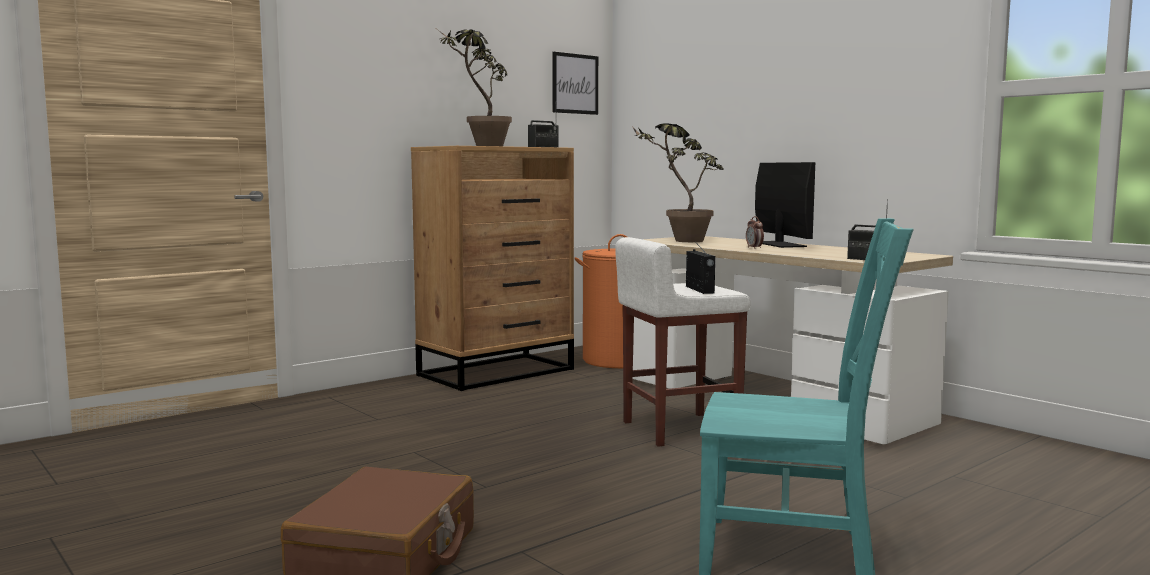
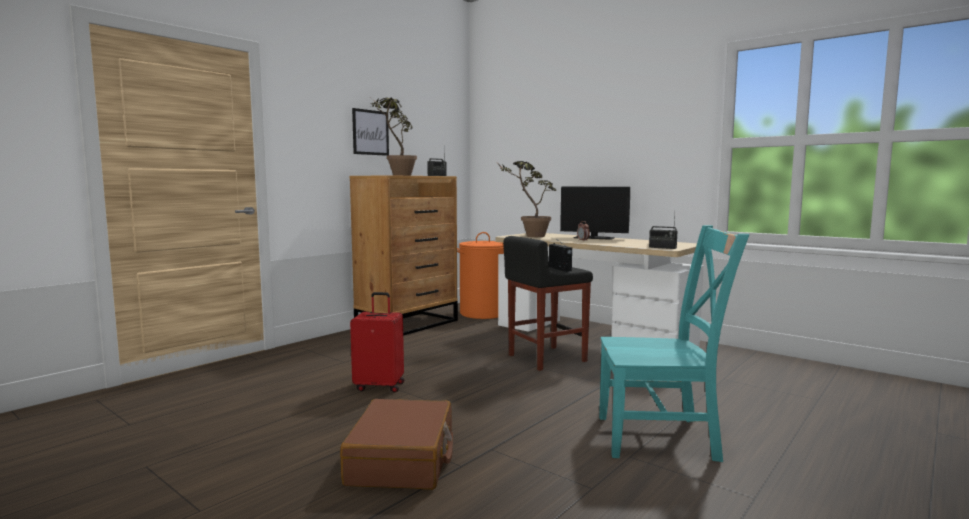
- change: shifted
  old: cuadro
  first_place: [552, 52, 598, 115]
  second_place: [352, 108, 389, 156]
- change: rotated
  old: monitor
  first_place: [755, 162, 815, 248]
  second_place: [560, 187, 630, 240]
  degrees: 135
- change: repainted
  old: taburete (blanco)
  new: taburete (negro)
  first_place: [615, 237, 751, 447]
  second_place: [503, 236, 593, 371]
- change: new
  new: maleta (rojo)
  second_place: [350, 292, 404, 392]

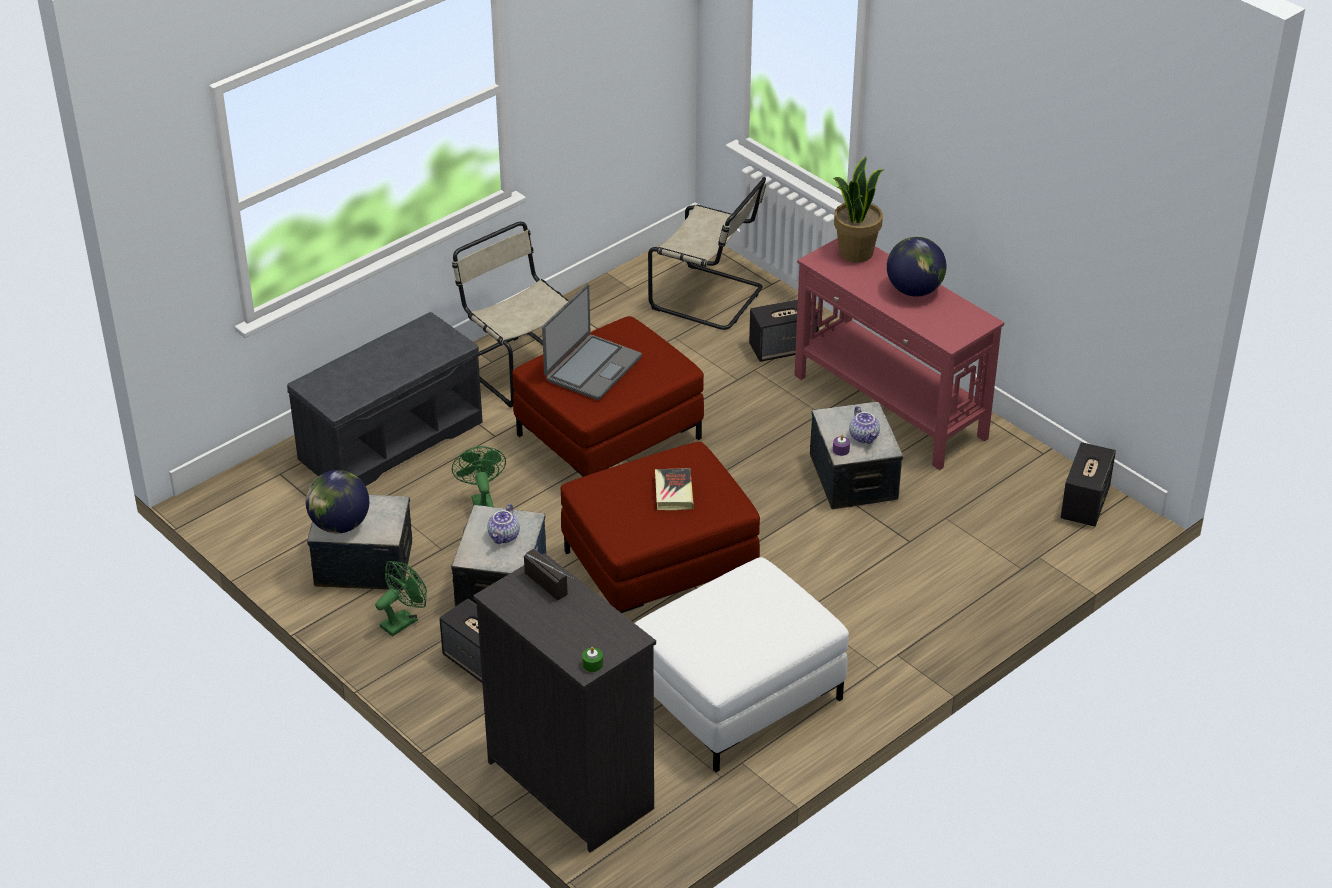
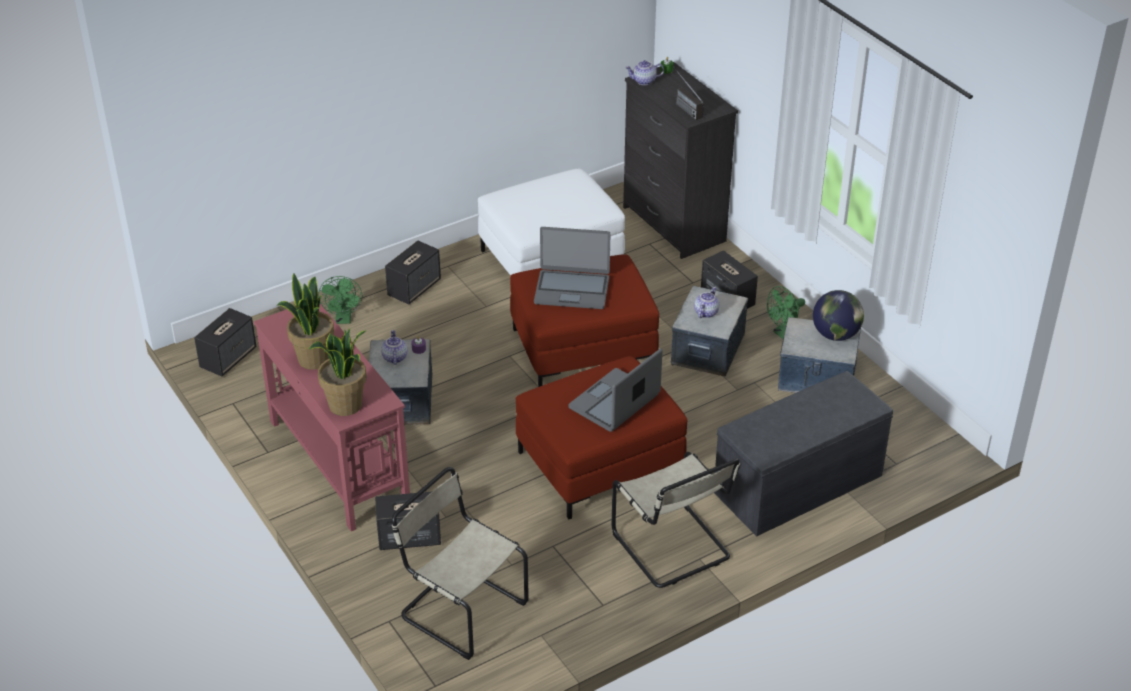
- change: swapped
  old: globo terráqueo
  new: planta en maceta
  first_place: [887, 237, 946, 297]
  second_place: [277, 273, 334, 370]
- change: shifted
  old: ventilador (verde)
  first_place: [452, 446, 506, 507]
  second_place: [318, 276, 362, 324]
- change: swapped
  old: libro
  new: portátil
  first_place: [655, 468, 694, 510]
  second_place: [534, 227, 610, 309]
- change: new
  new: tetera
  second_place: [625, 60, 664, 85]
- change: new
  new: altavoz
  second_place: [385, 241, 441, 305]

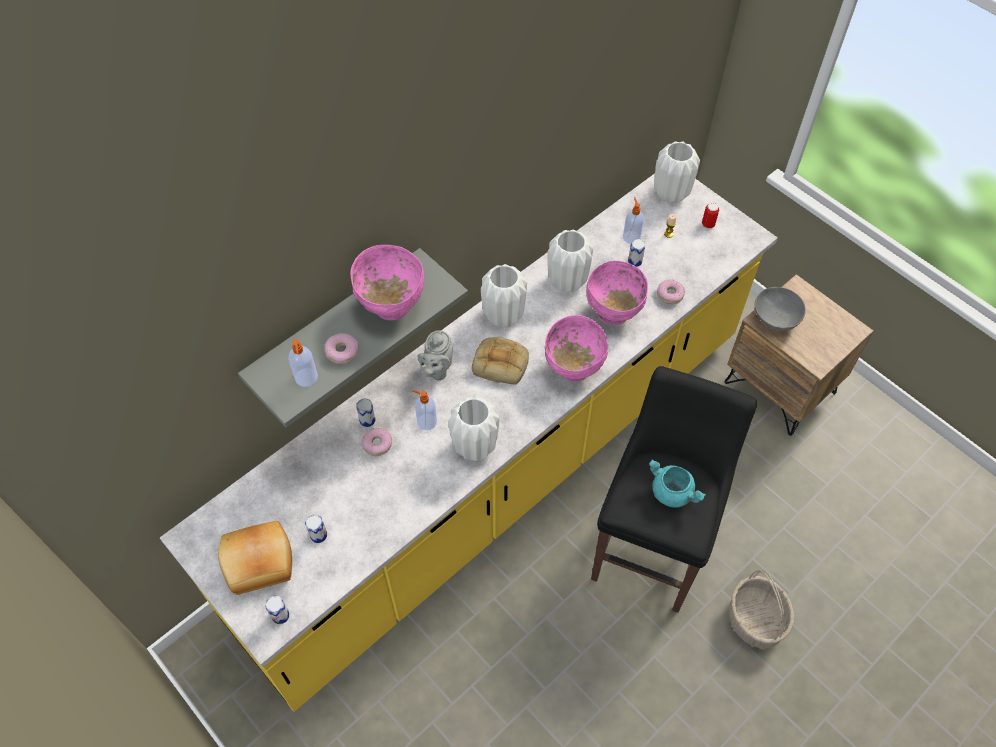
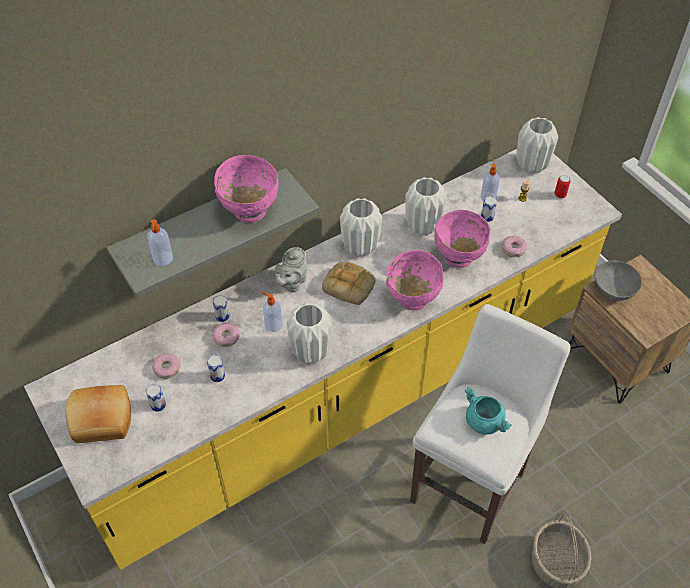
- change: shifted
  old: rosquilla
  first_place: [325, 333, 359, 364]
  second_place: [152, 353, 180, 379]
- change: repainted
  old: taburete (negro)
  new: taburete (blanco)
  first_place: [591, 366, 757, 613]
  second_place: [410, 304, 571, 544]
- change: shifted
  old: lata
  first_place: [265, 596, 289, 624]
  second_place: [207, 355, 225, 382]

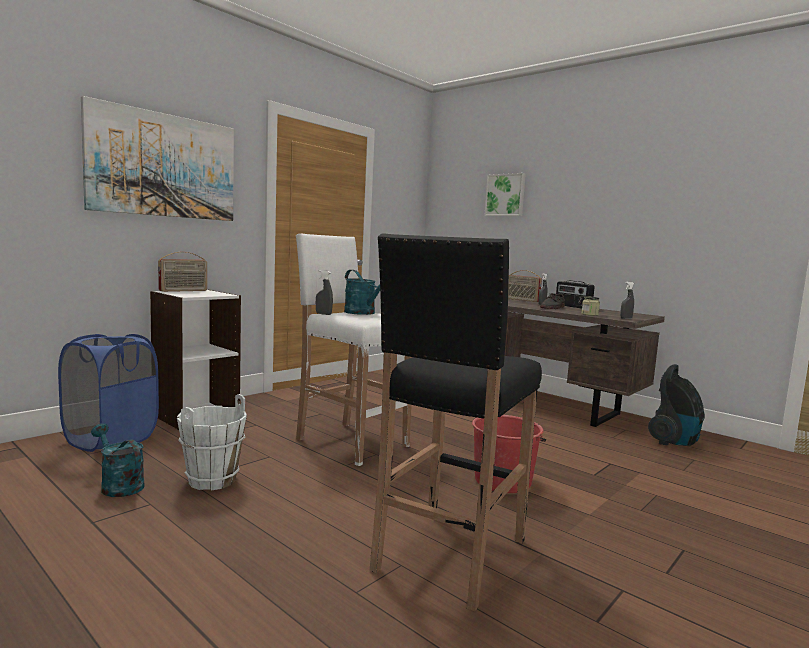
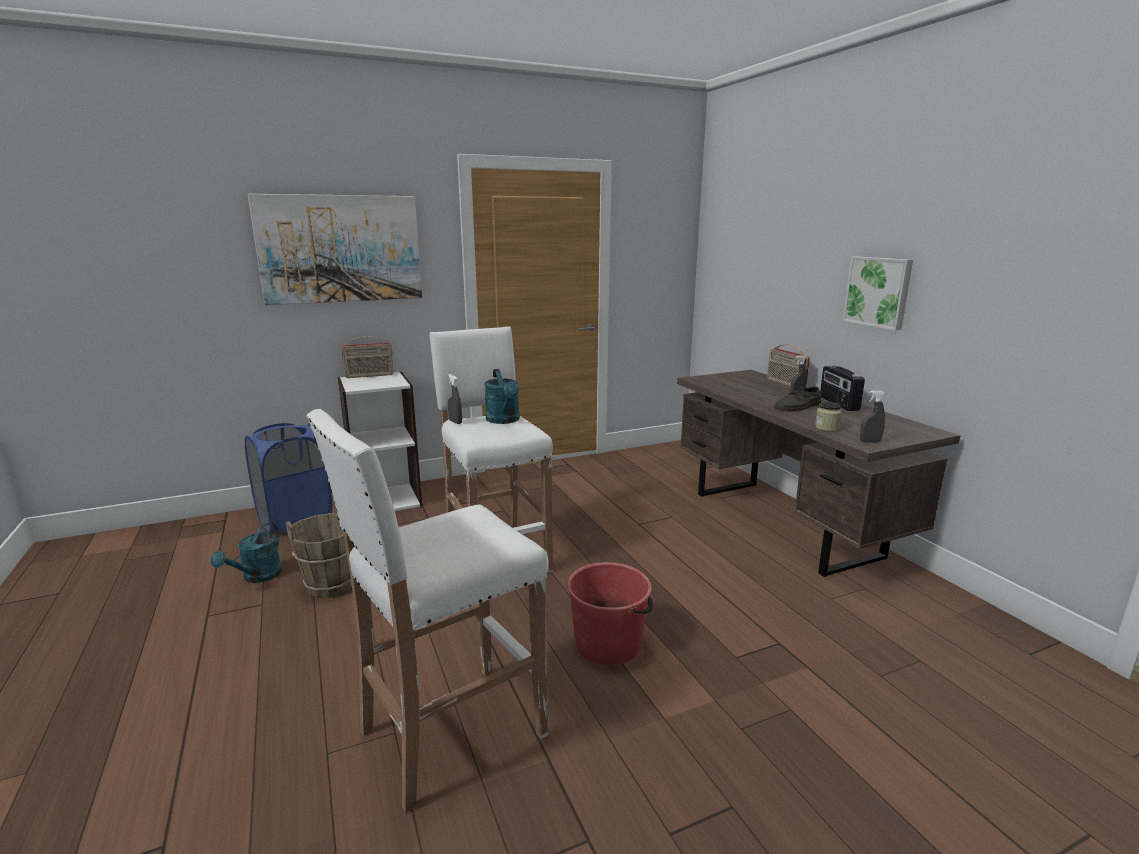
- change: shifted
  old: cuadro
  first_place: [485, 173, 526, 216]
  second_place: [842, 256, 913, 330]
- change: repainted
  old: taburete (negro)
  new: taburete (blanco)
  first_place: [369, 233, 542, 611]
  second_place: [306, 409, 549, 813]
- change: gone
  old: aspiradora
  first_place: [648, 364, 705, 446]
- change: repainted
  old: cubo (blanco)
  new: cubo (marrón)
  first_place: [177, 394, 247, 491]
  second_place: [286, 513, 352, 598]
- change: rotated
  old: regadera (turquesa)
  first_place: [91, 424, 145, 497]
  second_place: [211, 523, 282, 583]
  degrees: -135

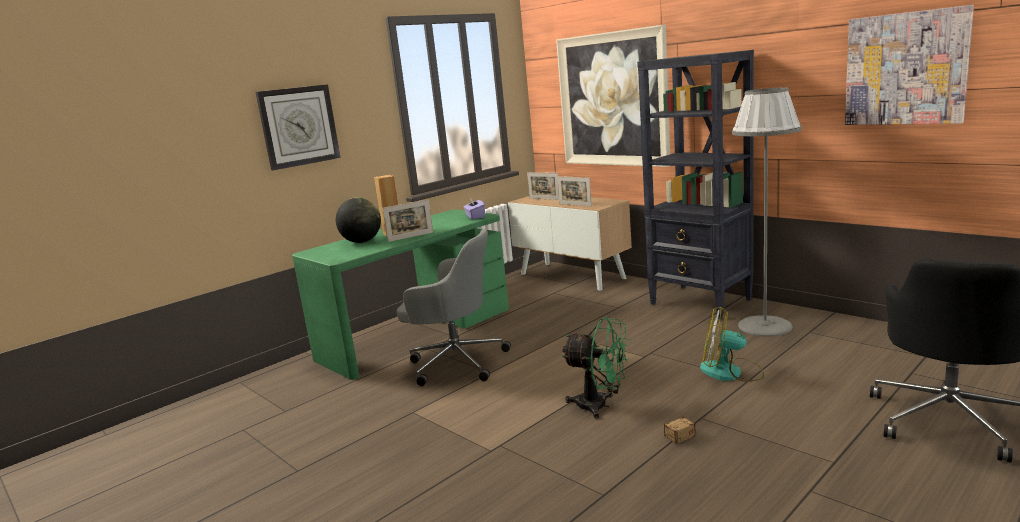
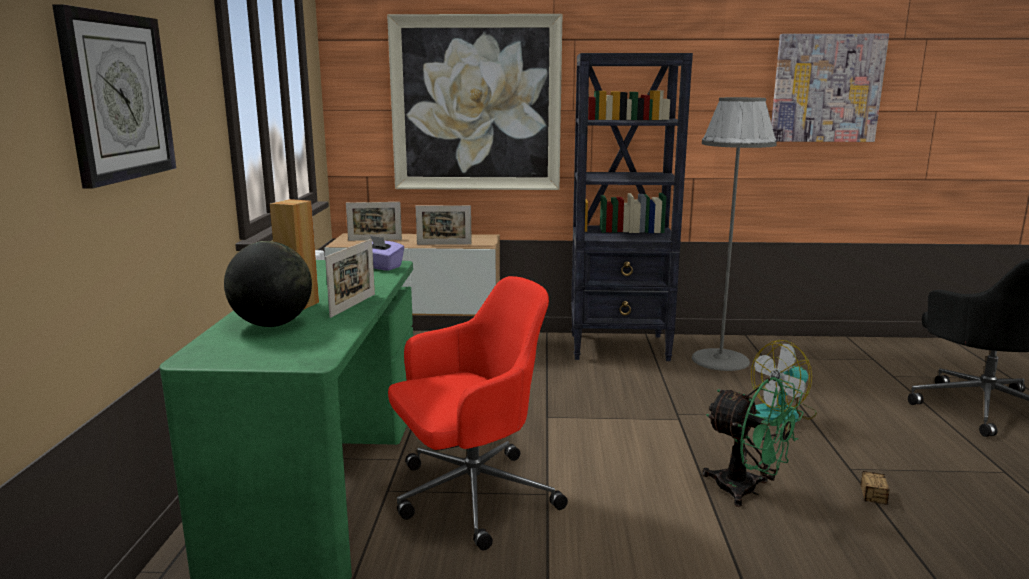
- change: repainted
  old: silla de oficina (gris)
  new: silla de oficina (rojo)
  first_place: [397, 229, 511, 386]
  second_place: [388, 276, 568, 551]
- change: rotated
  old: ventilador (verde)
  first_place: [561, 317, 629, 419]
  second_place: [702, 377, 804, 507]
  degrees: 60

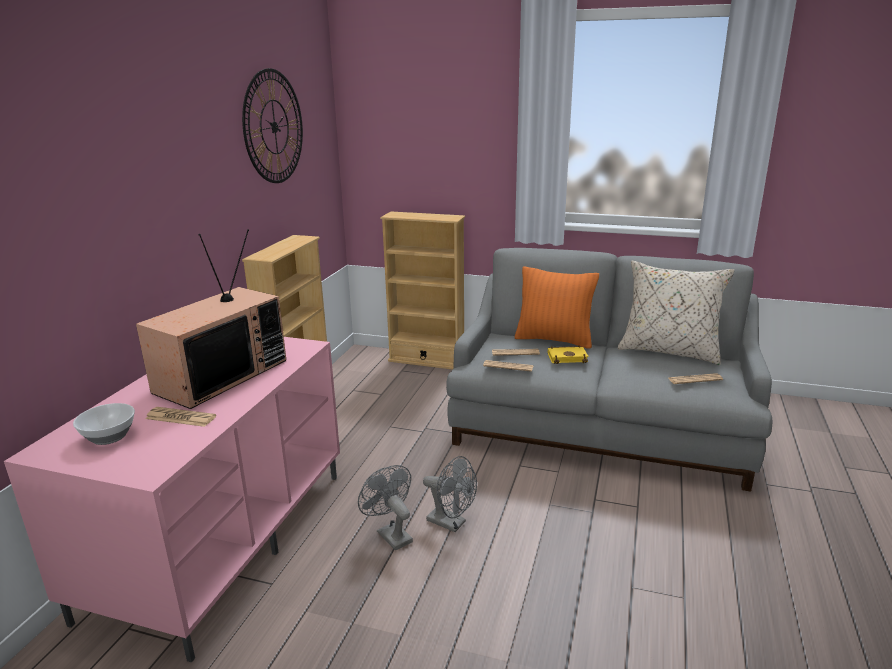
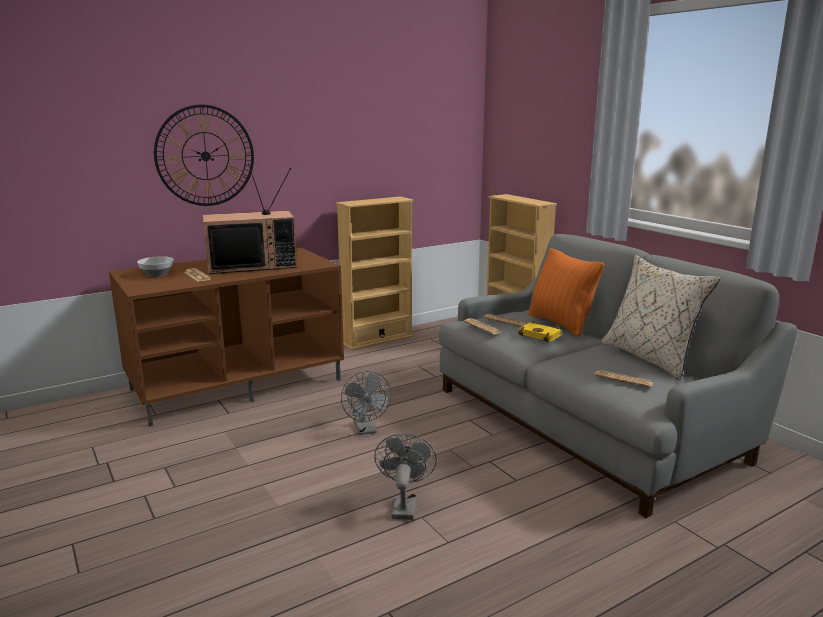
- change: shifted
  old: reloj de pared
  first_place: [242, 68, 303, 183]
  second_place: [154, 105, 254, 206]
- change: repainted
  old: mueble de televisión (rosa)
  new: mueble de televisión (marrón)
  first_place: [4, 337, 340, 662]
  second_place: [109, 247, 344, 427]
- change: shifted
  old: ventilador (gris)
  first_place: [358, 465, 413, 551]
  second_place: [374, 433, 437, 520]

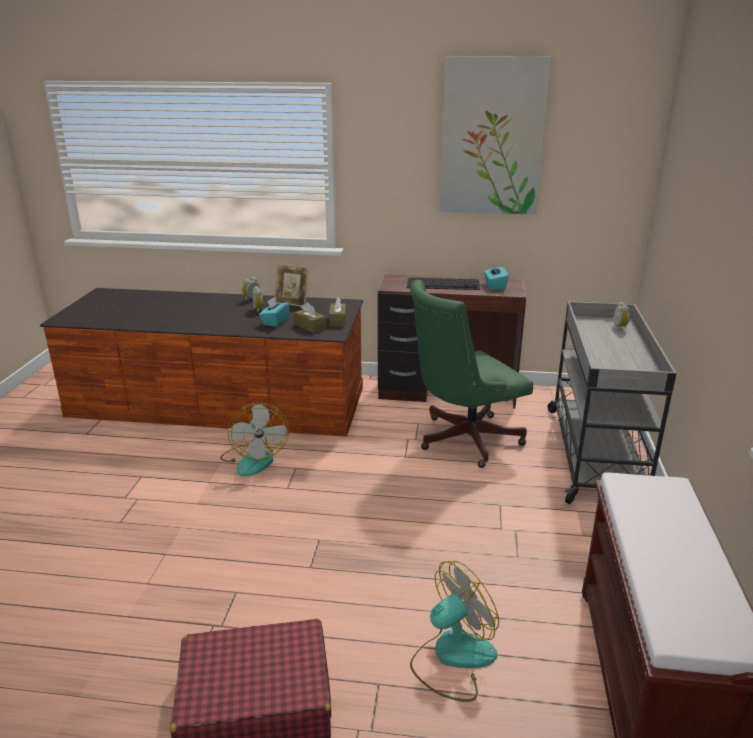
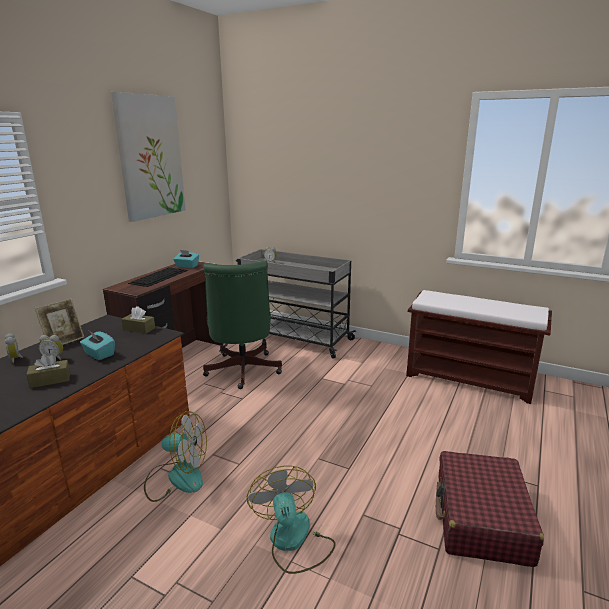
- change: shifted
  old: caja de pañuelos (marrón)
  first_place: [294, 302, 326, 333]
  second_place: [26, 354, 70, 388]
- change: shifted
  old: ventilador
  first_place: [410, 561, 499, 702]
  second_place: [247, 466, 336, 574]

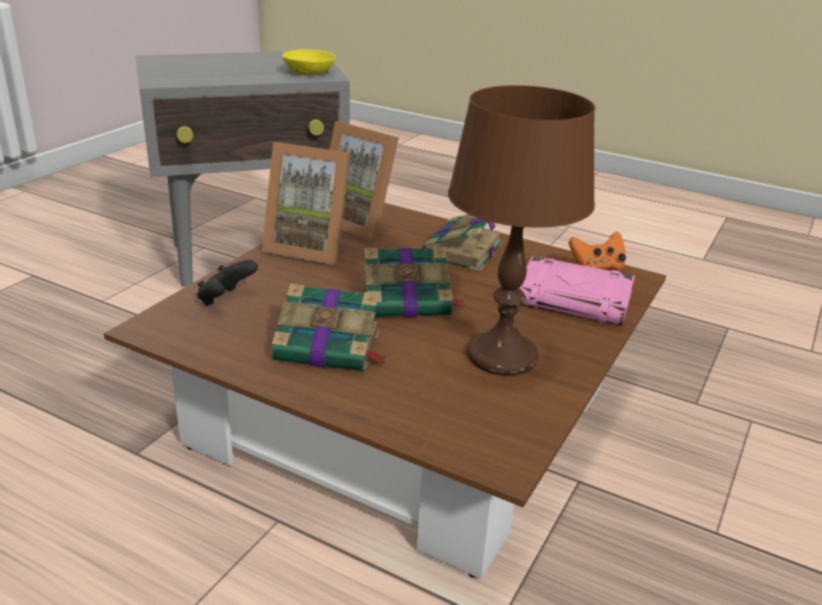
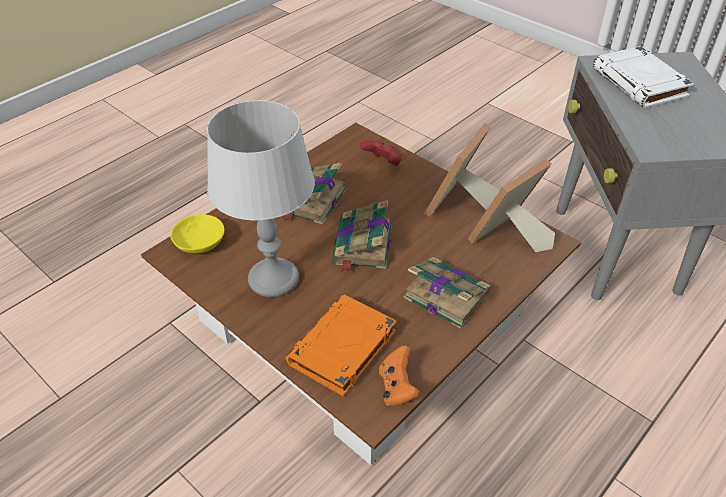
- change: shifted
  old: cuenco (amarillo)
  first_place: [282, 49, 335, 75]
  second_place: [170, 214, 225, 253]
- change: repainted
  old: lámpara de mesa (marrón)
  new: lámpara de mesa (gris)
  first_place: [448, 85, 595, 376]
  second_place: [207, 100, 315, 297]
- change: repainted
  old: libro (rosa)
  new: libro (naranja)
  first_place: [520, 256, 635, 325]
  second_place: [286, 294, 397, 396]
- change: repainted
  old: mando de consola (negro)
  new: mando de consola (rojo)
  first_place: [197, 260, 258, 306]
  second_place: [360, 140, 402, 166]
- change: new
  new: libro (blanco)
  second_place: [593, 46, 694, 108]

